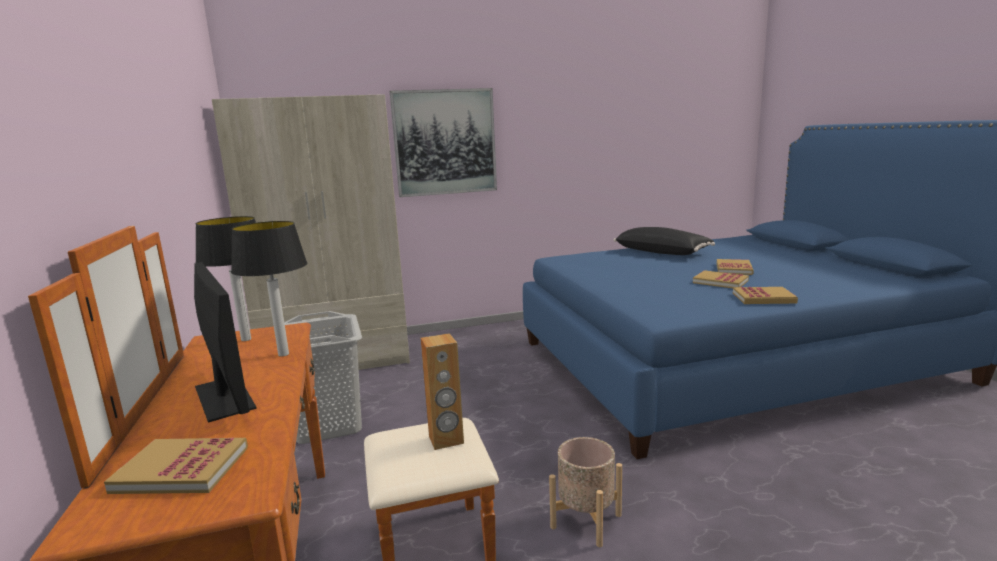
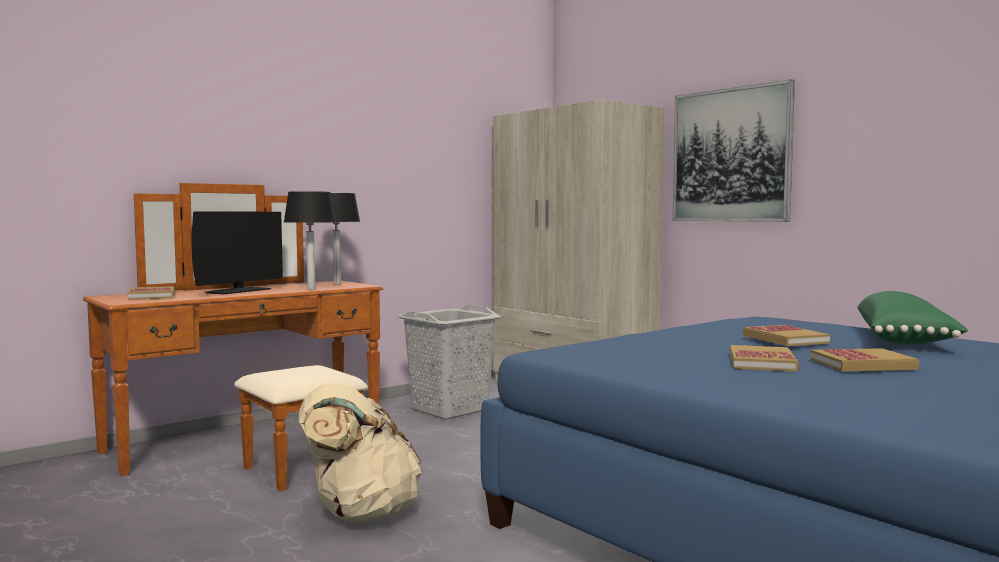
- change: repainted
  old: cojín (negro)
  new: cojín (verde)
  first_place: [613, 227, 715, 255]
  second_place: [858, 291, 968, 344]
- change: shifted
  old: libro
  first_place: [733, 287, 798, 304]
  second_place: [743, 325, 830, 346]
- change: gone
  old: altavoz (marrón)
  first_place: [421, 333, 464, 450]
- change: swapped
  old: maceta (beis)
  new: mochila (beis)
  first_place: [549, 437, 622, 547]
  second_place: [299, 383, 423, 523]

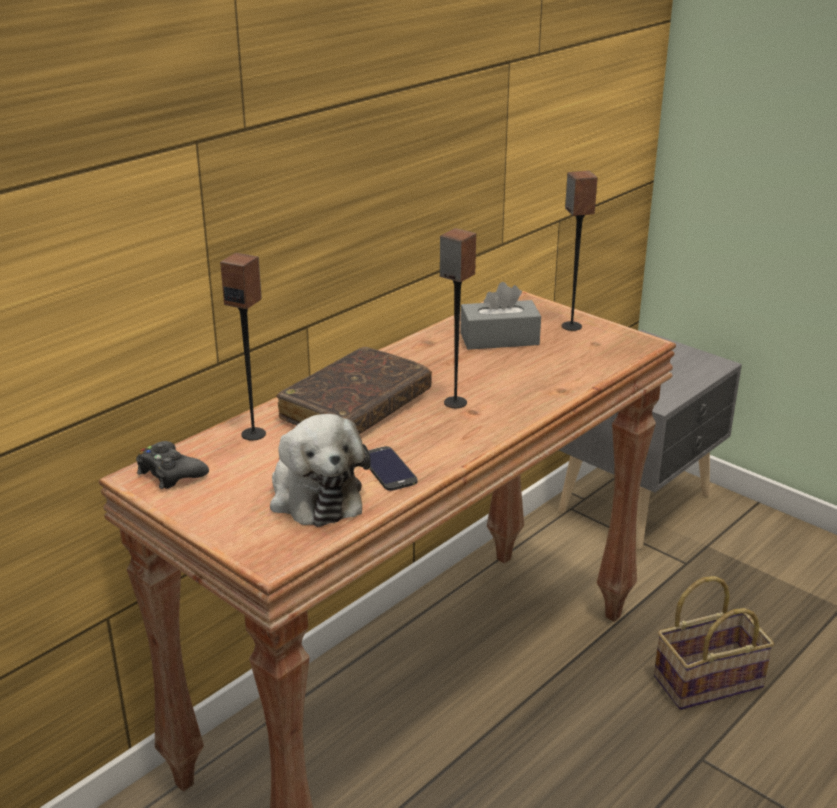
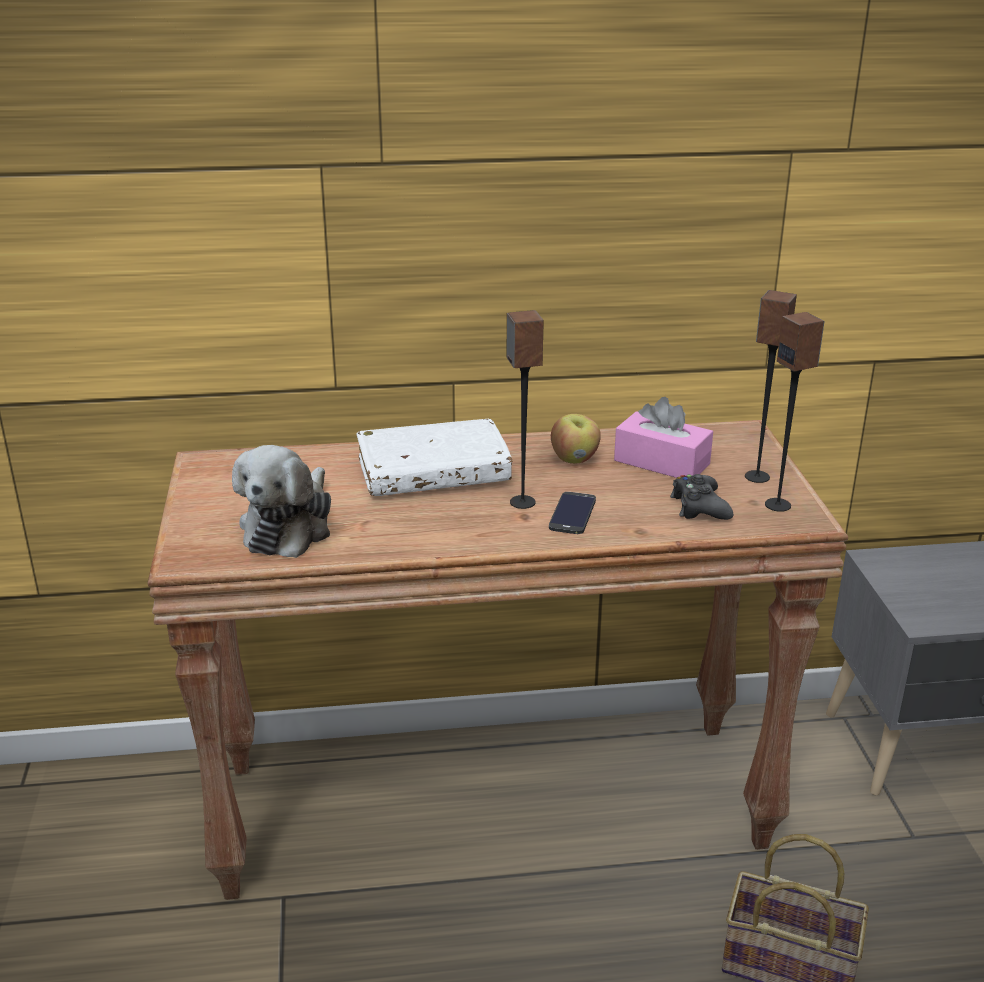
- change: shifted
  old: altavoz
  first_place: [220, 253, 266, 441]
  second_place: [765, 312, 824, 512]
- change: repainted
  old: caja de pañuelos (gris)
  new: caja de pañuelos (rosa)
  first_place: [460, 282, 541, 350]
  second_place: [614, 397, 713, 478]
- change: repainted
  old: libro (marrón)
  new: libro (blanco)
  first_place: [276, 347, 432, 435]
  second_place: [357, 419, 512, 496]
- change: shifted
  old: mando de consola (negro)
  first_place: [136, 441, 209, 489]
  second_place: [670, 474, 733, 520]
- change: shifted
  old: móvil
  first_place: [368, 446, 417, 491]
  second_place: [549, 492, 596, 534]
- change: new
  new: manzana
  second_place: [551, 414, 601, 464]

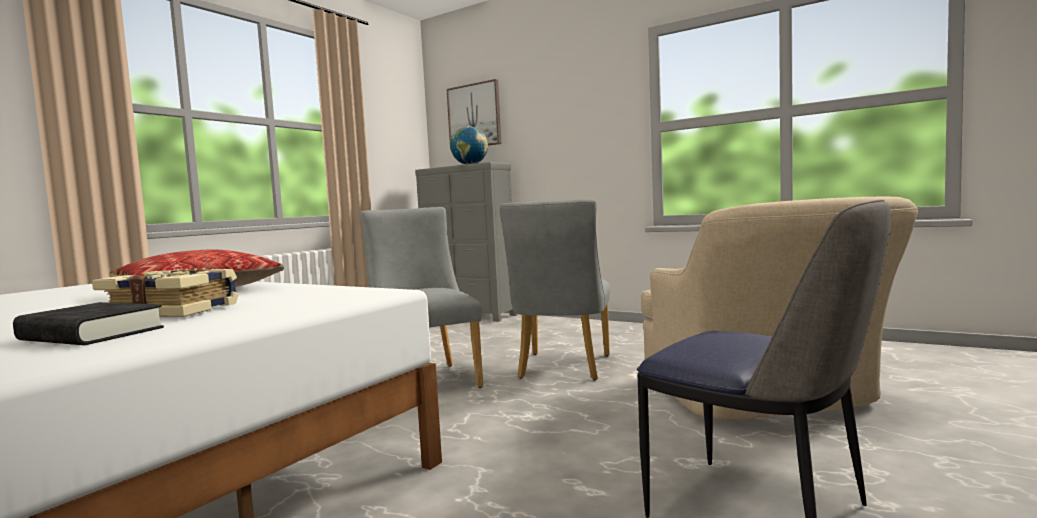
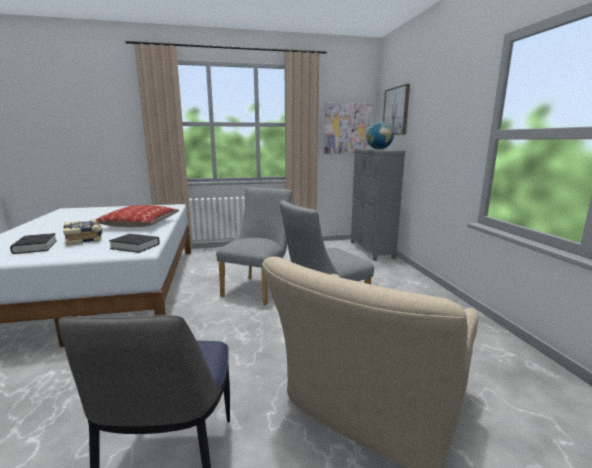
- change: new
  new: cuadro
  second_place: [324, 103, 372, 154]
- change: new
  new: libro (negro)
  second_place: [109, 234, 160, 253]

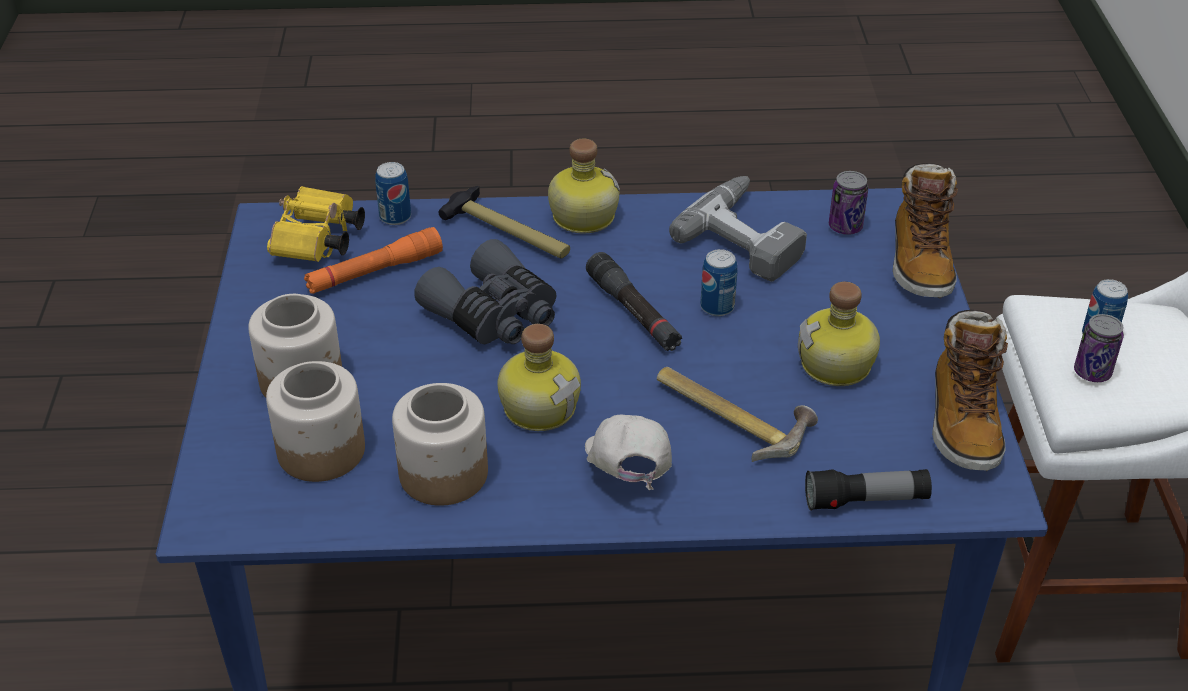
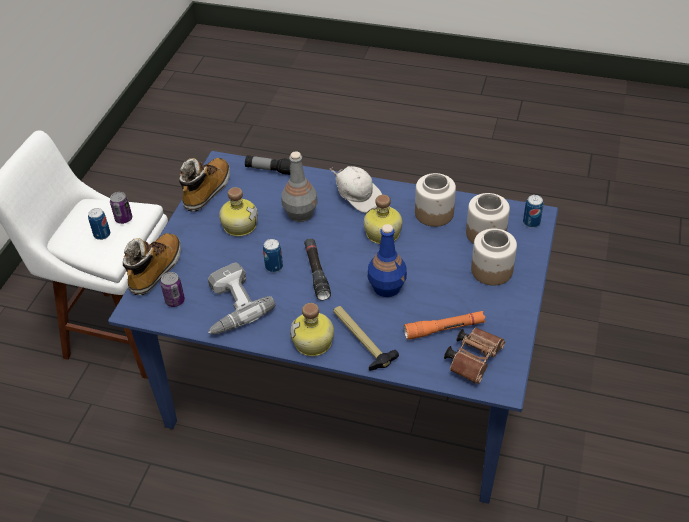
- change: shifted
  old: lata
  first_place: [375, 162, 411, 225]
  second_place: [523, 195, 543, 228]
- change: repainted
  old: prismáticos (amarillo)
  new: prismáticos (marrón)
  first_place: [267, 186, 365, 262]
  second_place: [444, 328, 505, 384]
- change: swapped
  old: prismáticos (gris)
  new: botella (azul)
  first_place: [414, 239, 556, 344]
  second_place: [368, 224, 407, 297]
- change: swapped
  old: martillo
  new: botella (gris)
  first_place: [657, 367, 818, 462]
  second_place: [281, 151, 317, 222]
- change: rotated
  old: gorra (blanco)
  first_place: [585, 415, 672, 490]
  second_place: [330, 166, 382, 213]
  degrees: -60

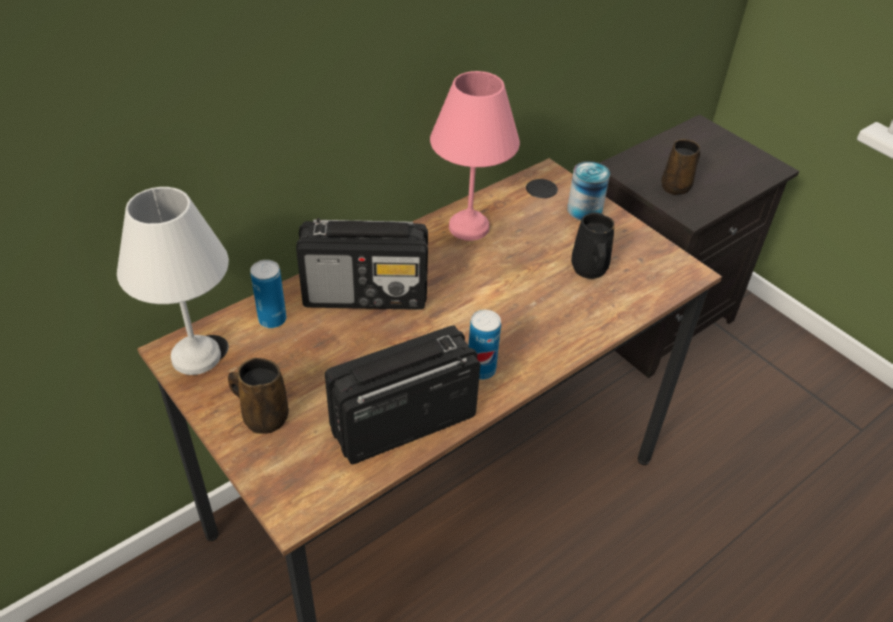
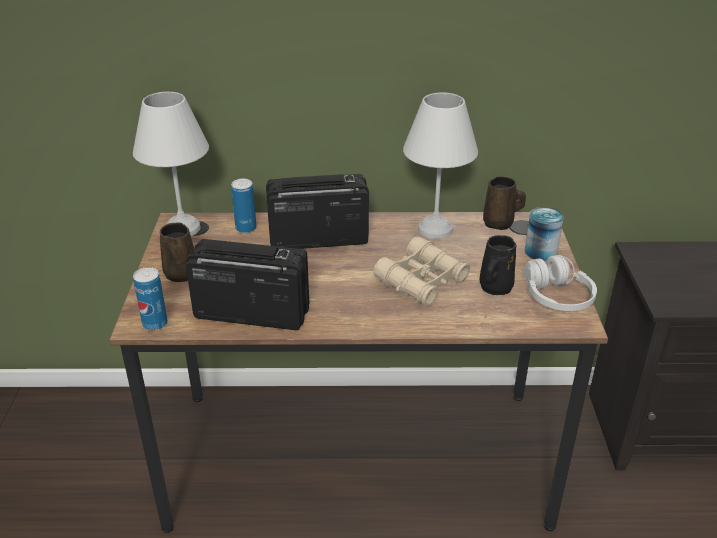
- change: repainted
  old: lámpara de mesa (rosa)
  new: lámpara de mesa (blanco)
  first_place: [430, 71, 520, 241]
  second_place: [403, 93, 478, 239]
- change: shifted
  old: taza grande (marrón)
  first_place: [661, 139, 700, 195]
  second_place: [483, 176, 526, 230]
- change: rotated
  old: radio
  first_place: [296, 218, 428, 310]
  second_place: [266, 174, 369, 249]
  degrees: 135
- change: shifted
  old: lata
  first_place: [469, 310, 501, 380]
  second_place: [133, 267, 168, 331]
- change: new
  new: prismáticos (beis)
  second_place: [373, 236, 470, 306]
- change: new
  new: auriculares (blanco)
  second_place: [524, 255, 597, 311]

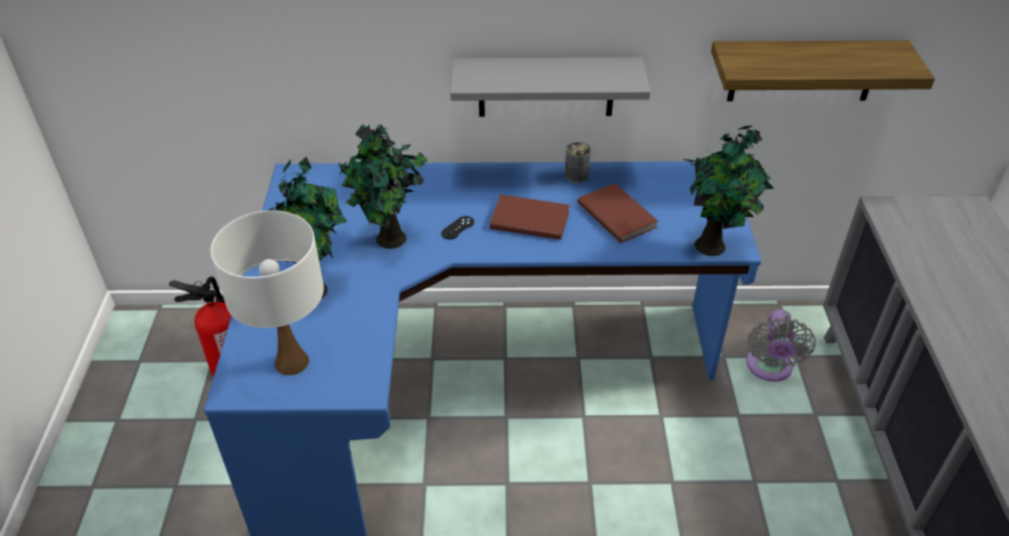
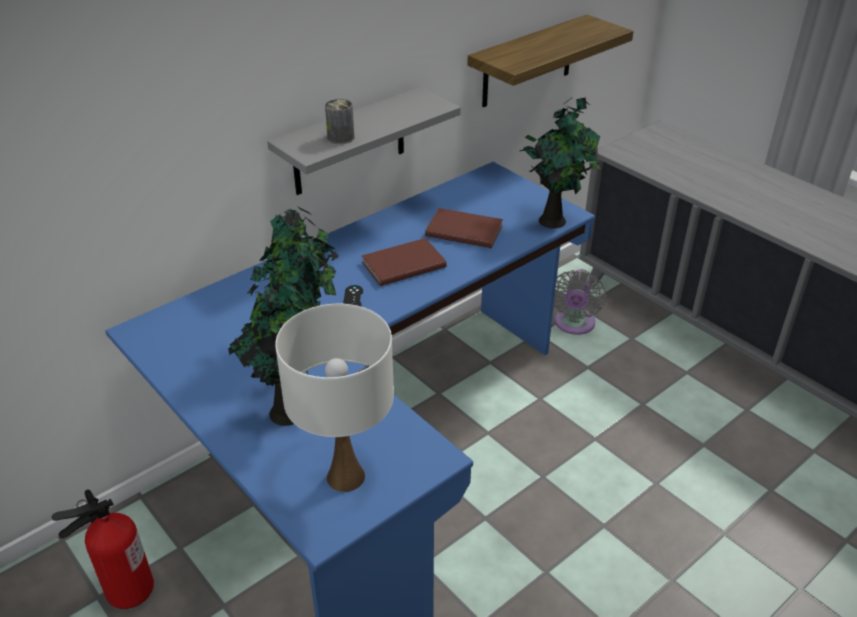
- change: shifted
  old: lata
  first_place: [565, 142, 591, 183]
  second_place: [325, 99, 354, 144]
- change: rotated
  old: ventilador (gris)
  first_place: [746, 309, 815, 382]
  second_place: [554, 269, 606, 335]
  degrees: 45

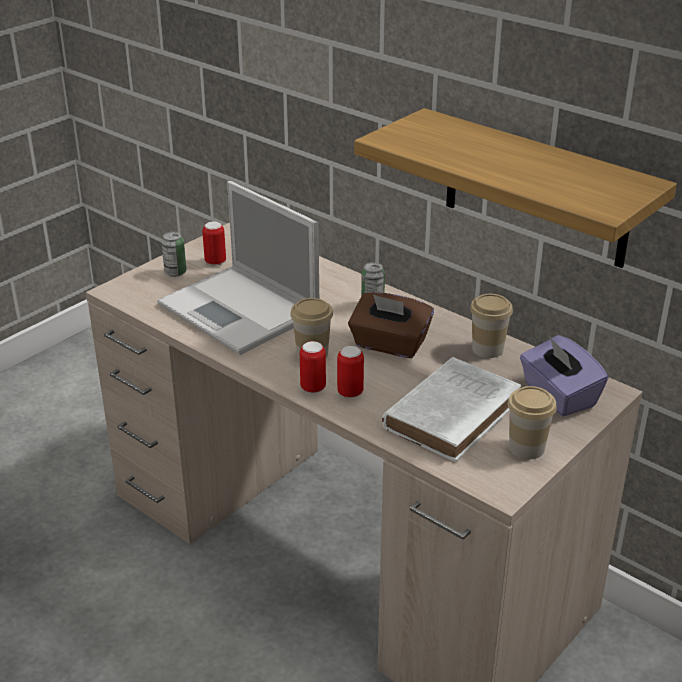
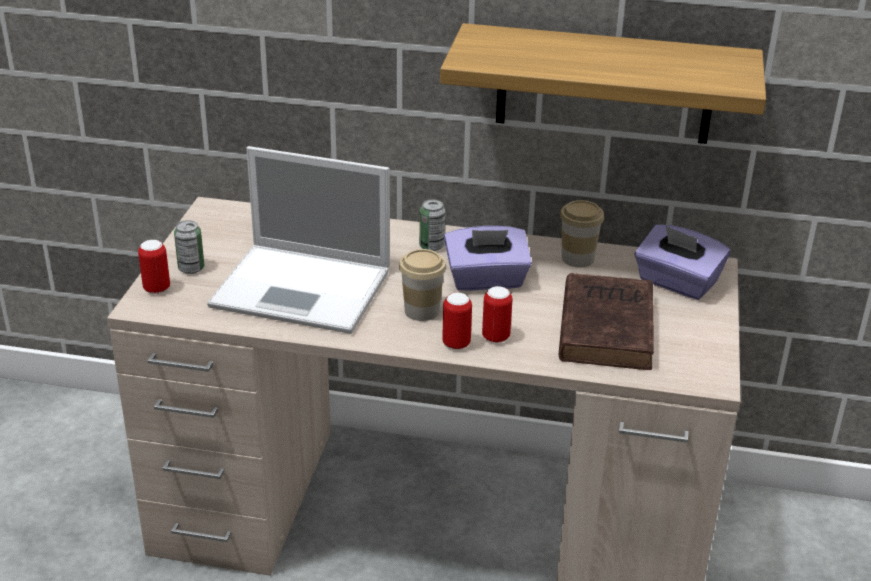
- change: shifted
  old: lata
  first_place: [202, 221, 226, 266]
  second_place: [138, 240, 170, 294]
- change: repainted
  old: caja de pañuelos (marrón)
  new: caja de pañuelos (morado)
  first_place: [348, 292, 434, 358]
  second_place: [444, 226, 532, 291]
- change: repainted
  old: libro (blanco)
  new: libro (marrón)
  first_place: [382, 357, 521, 462]
  second_place: [559, 273, 654, 370]
- change: gone
  old: taza
  first_place: [508, 386, 557, 459]

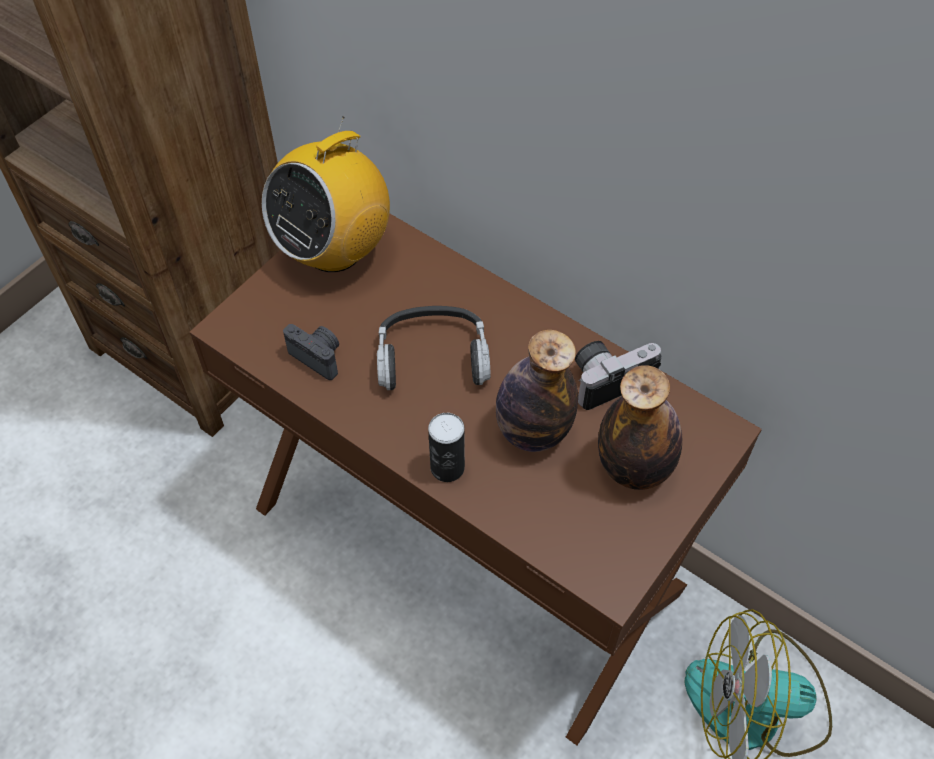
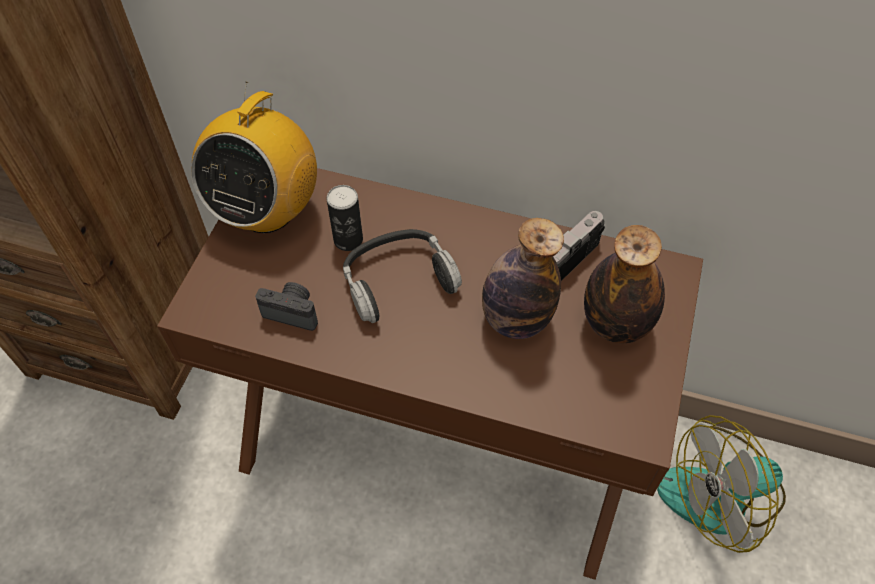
- change: shifted
  old: lata
  first_place: [428, 413, 465, 482]
  second_place: [327, 185, 363, 251]

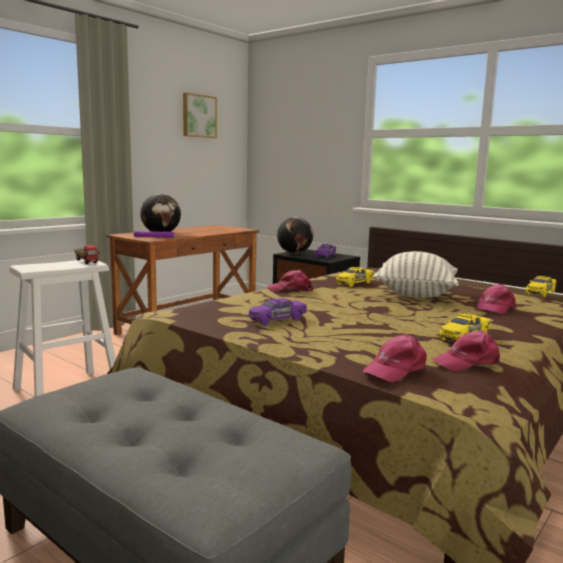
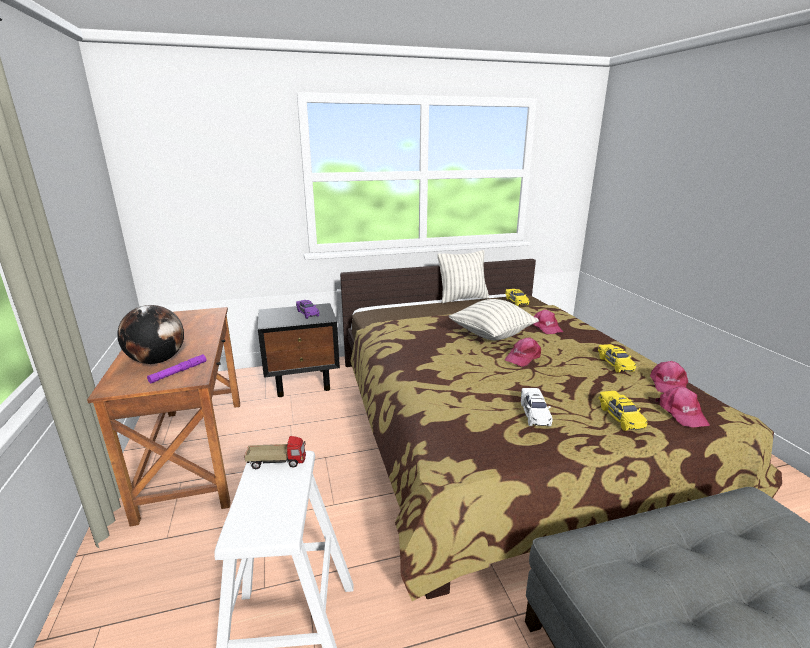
- change: gone
  old: cuadro
  first_place: [183, 93, 217, 138]
- change: gone
  old: globo terráqueo
  first_place: [277, 217, 313, 254]
- change: shifted
  old: coche de juguete (amarillo)
  first_place: [337, 267, 374, 287]
  second_place: [599, 391, 647, 431]
- change: shifted
  old: gorra (rosa)
  first_place: [267, 270, 313, 292]
  second_place: [505, 337, 541, 367]
- change: repainted
  old: coche de juguete (morado)
  new: coche de juguete (blanco)
  first_place: [249, 298, 307, 326]
  second_place: [521, 388, 553, 426]
- change: new
  new: cojín
  second_place: [437, 250, 489, 303]

